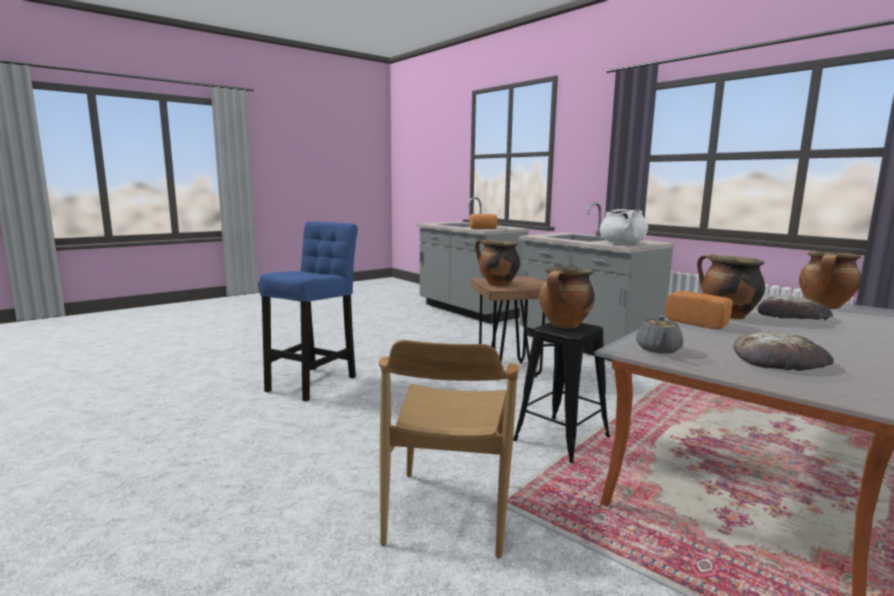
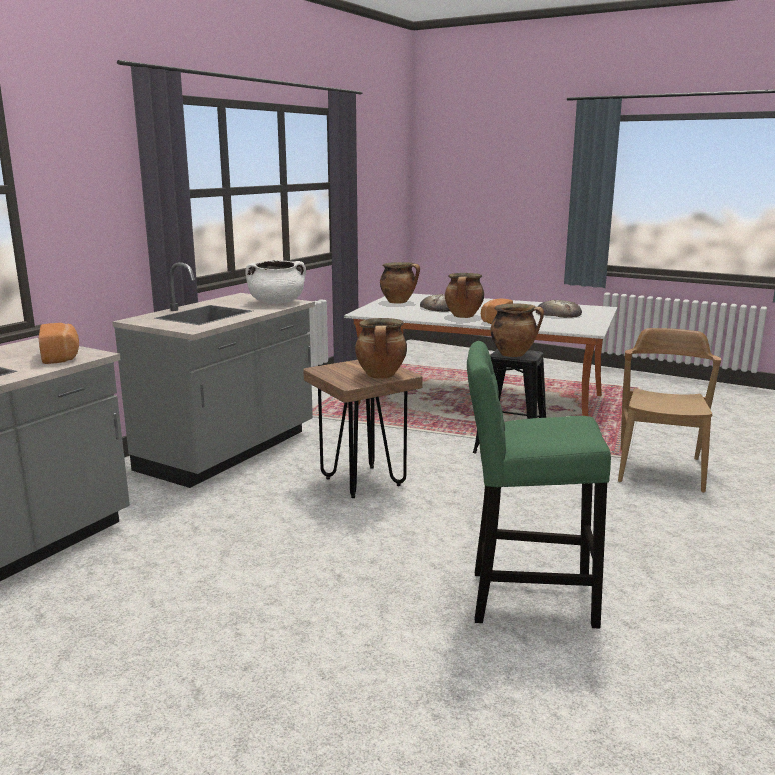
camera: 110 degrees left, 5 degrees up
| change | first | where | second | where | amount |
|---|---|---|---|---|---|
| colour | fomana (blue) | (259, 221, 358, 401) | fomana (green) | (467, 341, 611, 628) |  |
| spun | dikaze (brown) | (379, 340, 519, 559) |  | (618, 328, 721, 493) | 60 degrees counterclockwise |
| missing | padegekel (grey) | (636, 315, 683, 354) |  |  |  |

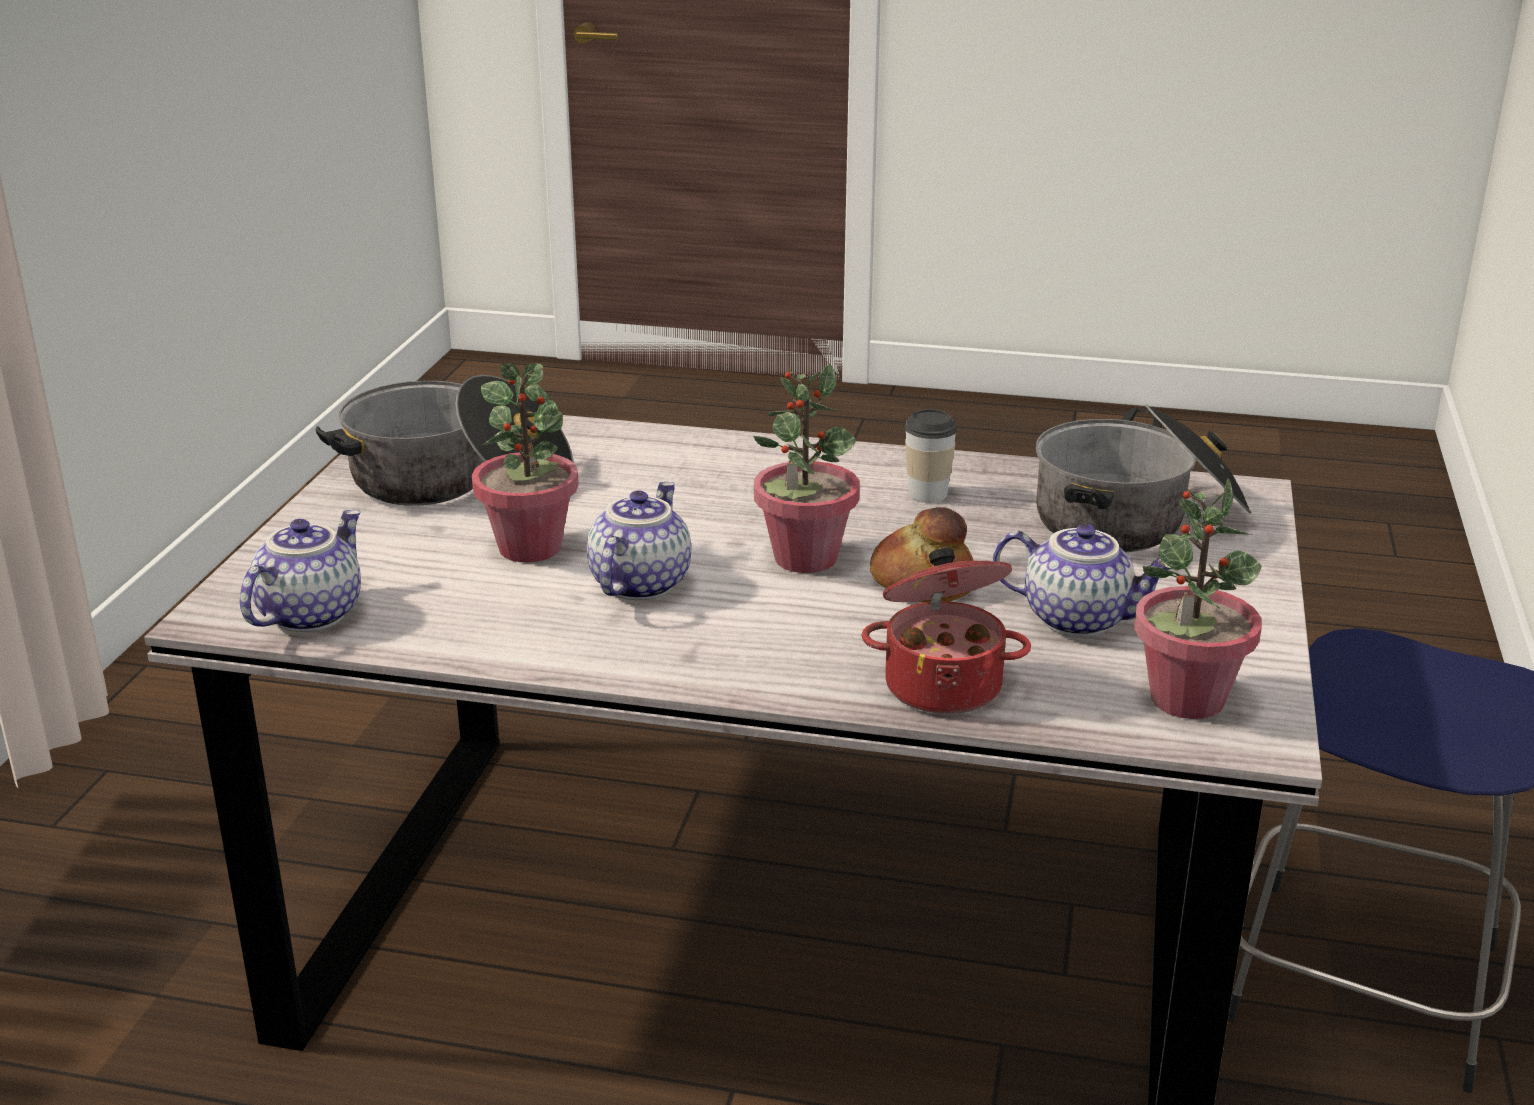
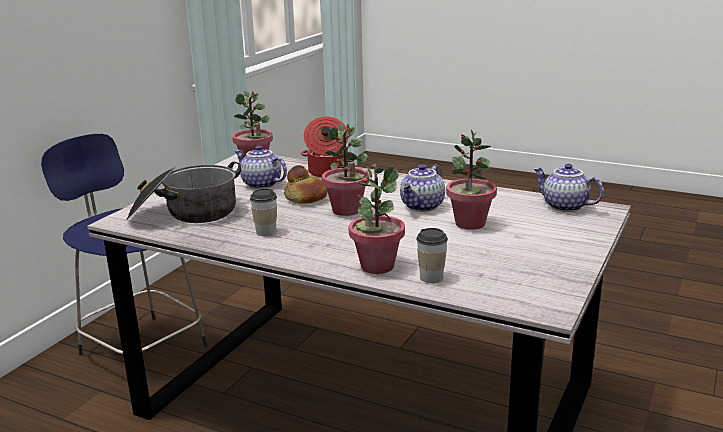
camera: 165 degrees left, 5 degrees down
| change | first | where | second | where | amount |
|---|---|---|---|---|---|
| spun | padegekel | (240, 510, 361, 632) |  | (533, 164, 604, 212) | 90 degrees clockwise |
| missing | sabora | (315, 375, 574, 506) |  |  |  |
| appeared |  |  | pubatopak | (349, 164, 405, 274) |  |
| appeared |  |  | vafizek | (416, 228, 448, 283) |  |

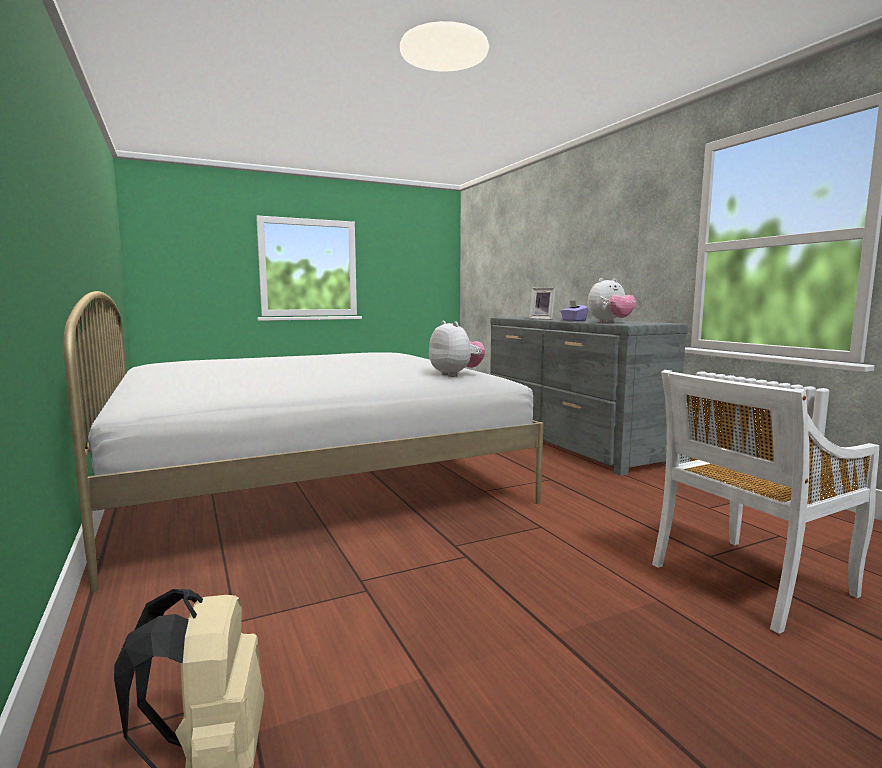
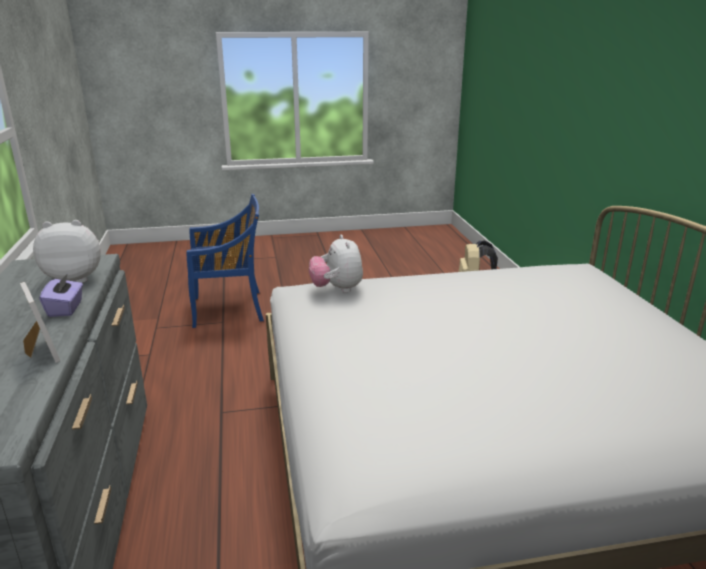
camera: 165 degrees left, 15 degrees up
| change | first | where | second | where | amount |
|---|---|---|---|---|---|
| colour | dikaze (white) | (652, 370, 879, 634) | dikaze (blue) | (187, 194, 264, 328) |  |

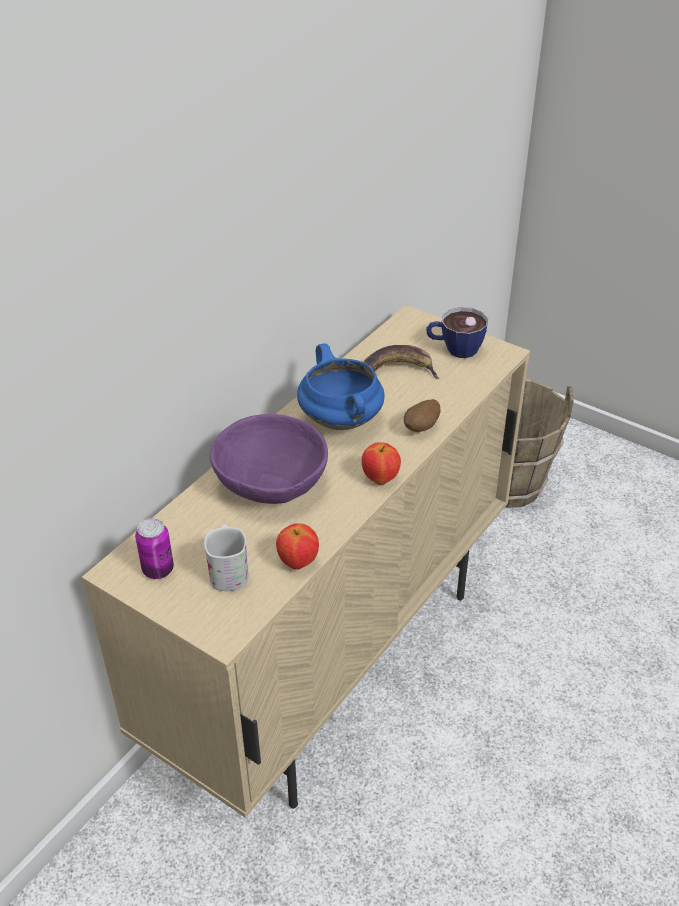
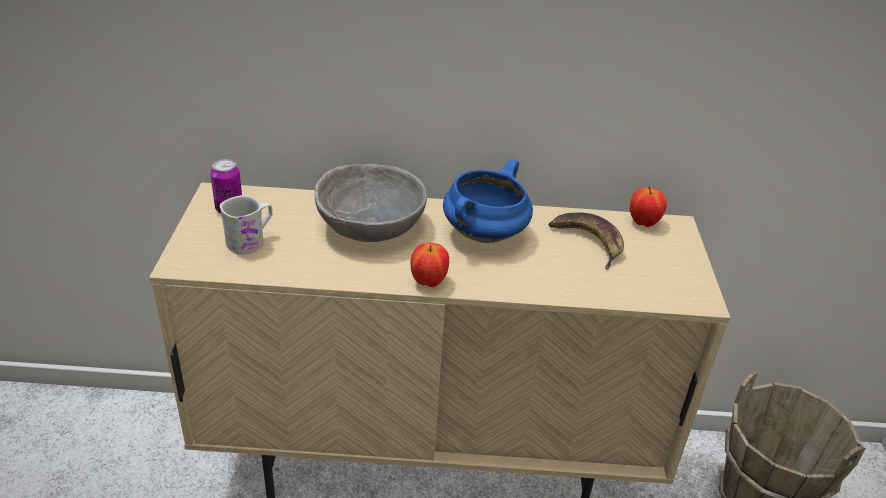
camera: 55 degrees right, 5 degrees down
| change | first | where | second | where | amount |
|---|---|---|---|---|---|
| colour | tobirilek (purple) | (210, 414, 328, 504) | tobirilek (grey) | (315, 164, 427, 242) |  |
| relocated | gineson | (276, 523, 319, 570) |  | (630, 187, 667, 227) |  |
| missing | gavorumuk | (404, 399, 440, 432) |  |  |  |
| missing | vafizek | (426, 307, 488, 358) |  |  |  |

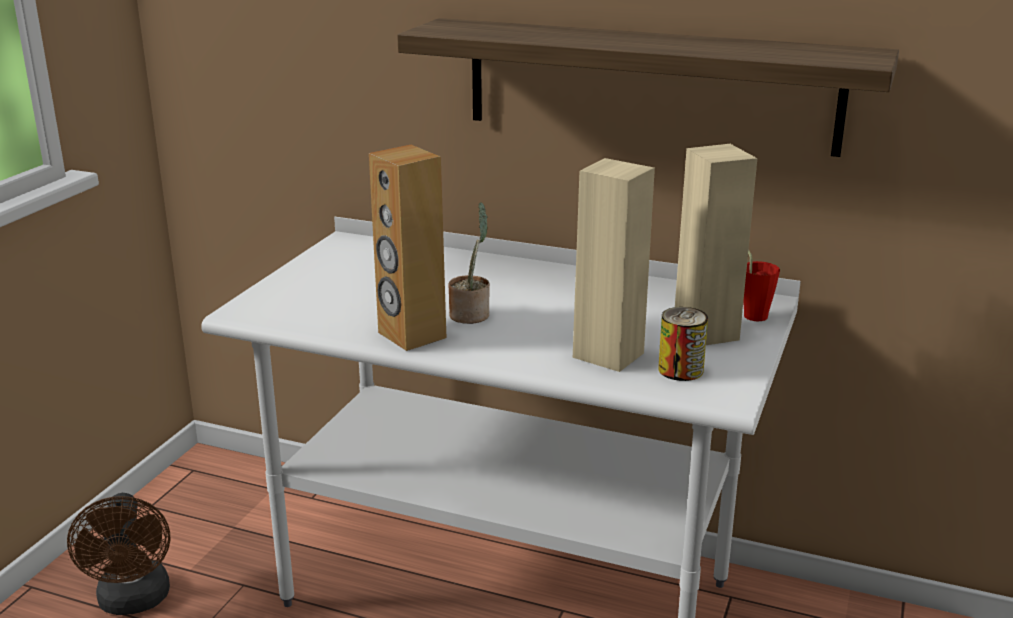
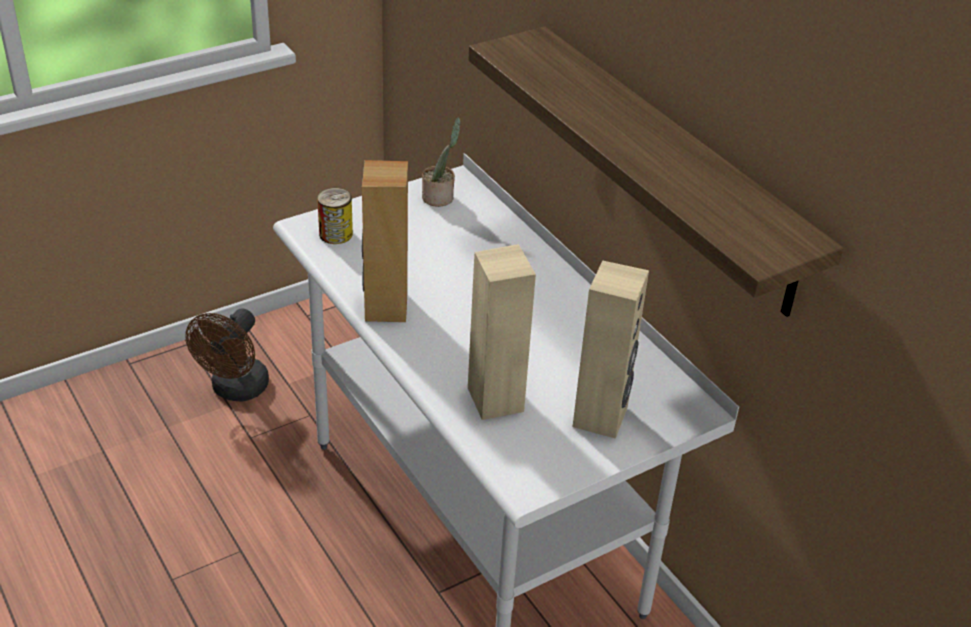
camera: 35 degrees right, 15 degrees up
| change | first | where | second | where | amount |
|---|---|---|---|---|---|
| relocated | pubatopak | (448, 202, 490, 324) |  | (422, 117, 461, 207) |  |
| relocated | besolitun | (658, 307, 708, 381) |  | (317, 188, 353, 244) |  |
| missing | vafizek (red) | (743, 250, 780, 321) |  |  |  |

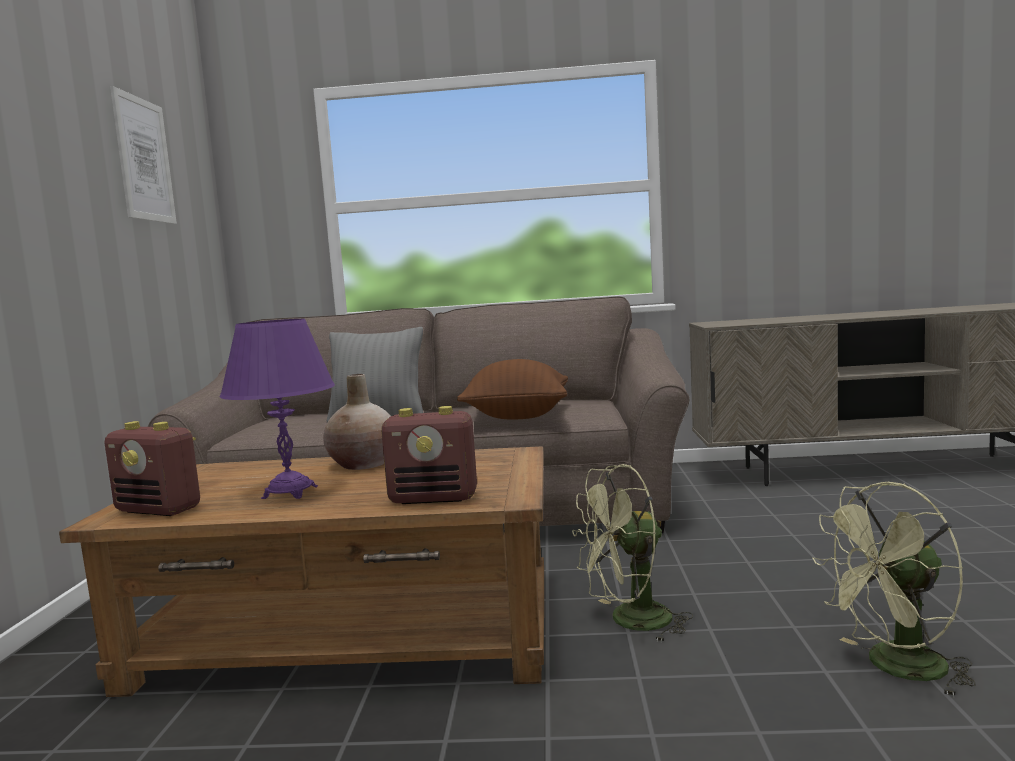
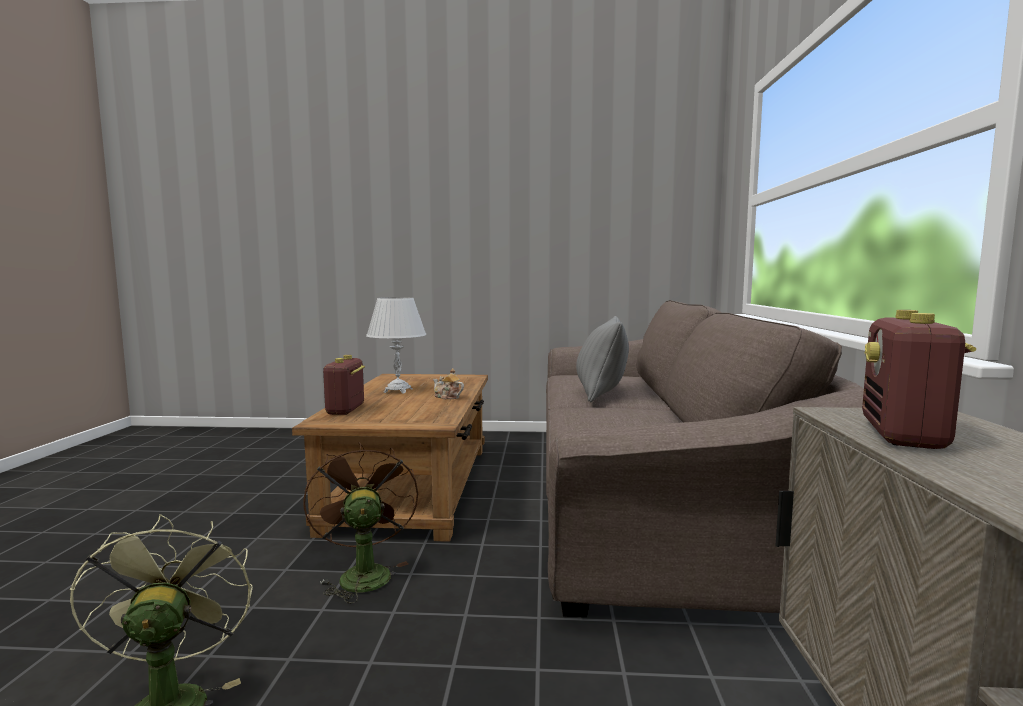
camera: 90 degrees right, 0 degrees up
| change | first | where | second | where | amount |
|---|---|---|---|---|---|
| relocated | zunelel | (105, 421, 200, 516) |  | (862, 310, 976, 449) |  |
| missing | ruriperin | (110, 86, 177, 224) |  |  |  |
| colour | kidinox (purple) | (220, 319, 335, 499) | kidinox (white) | (366, 297, 427, 394) |  |
| exchanged | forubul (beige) | (323, 374, 390, 470) | padegekel | (433, 368, 464, 400) |  |
| missing | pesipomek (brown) | (457, 359, 568, 419) |  |  |  |
| colour | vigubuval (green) | (572, 464, 693, 643) | vigubuval (brown) | (303, 442, 418, 603) |  |

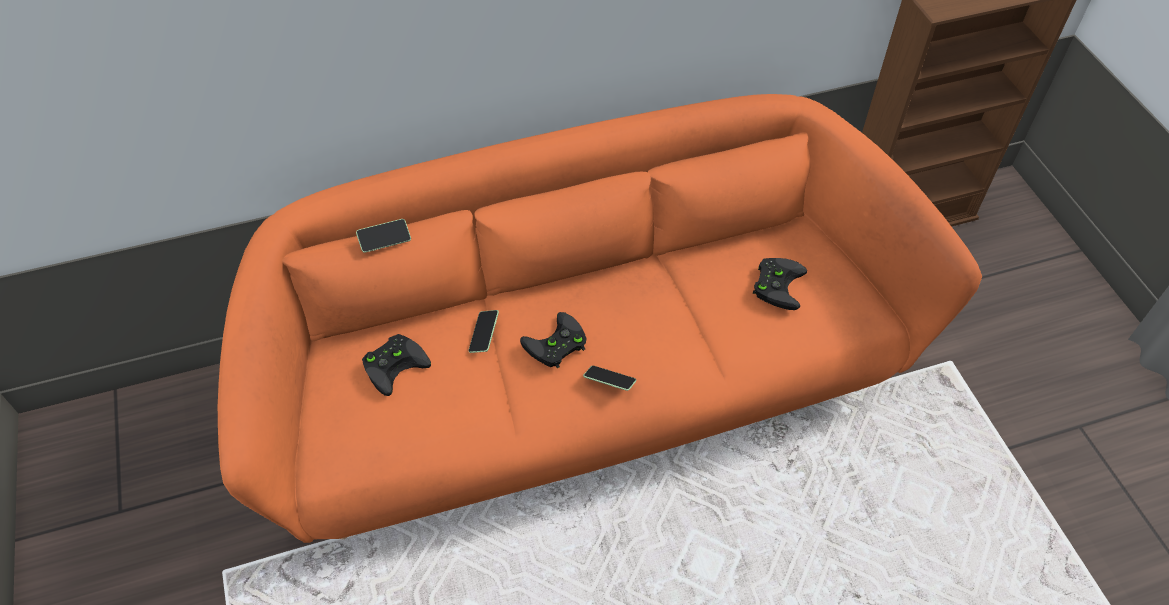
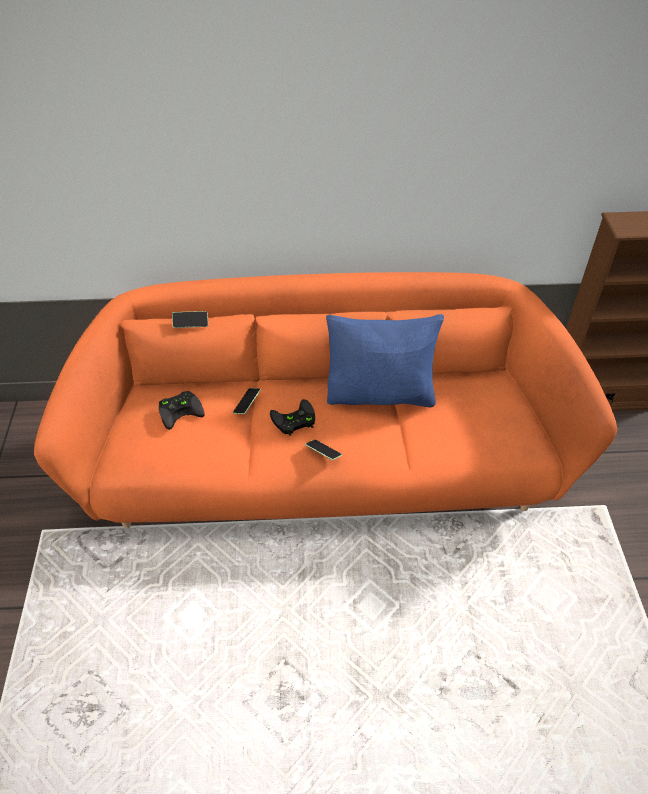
camera: 15 degrees right, 5 degrees down
| change | first | where | second | where | amount |
|---|---|---|---|---|---|
| missing | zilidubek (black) | (753, 258, 807, 310) |  |  |  |
| appeared |  |  | pesipomek (blue) | (326, 314, 444, 407) |  |

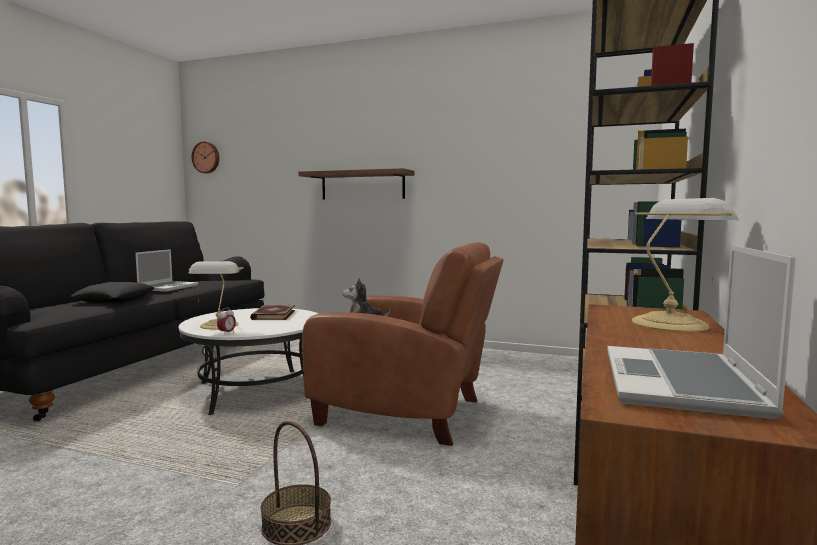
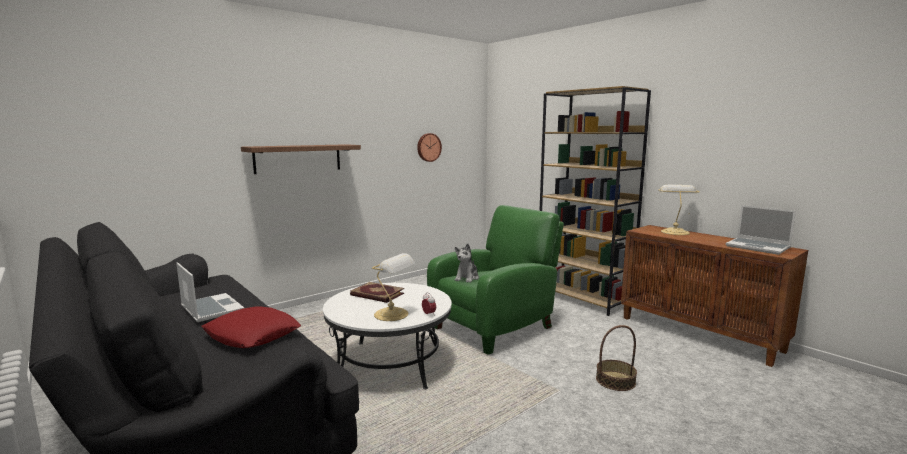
camera: 60 degrees left, 5 degrees up
| change | first | where | second | where | amount |
|---|---|---|---|---|---|
| colour | pesipomek (black) | (70, 282, 154, 303) | pesipomek (red) | (202, 306, 301, 348) |  |
| relocated | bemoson | (191, 141, 219, 174) |  | (417, 133, 442, 162) |  |
| colour | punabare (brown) | (302, 242, 504, 446) | punabare (green) | (427, 205, 564, 355) |  |

